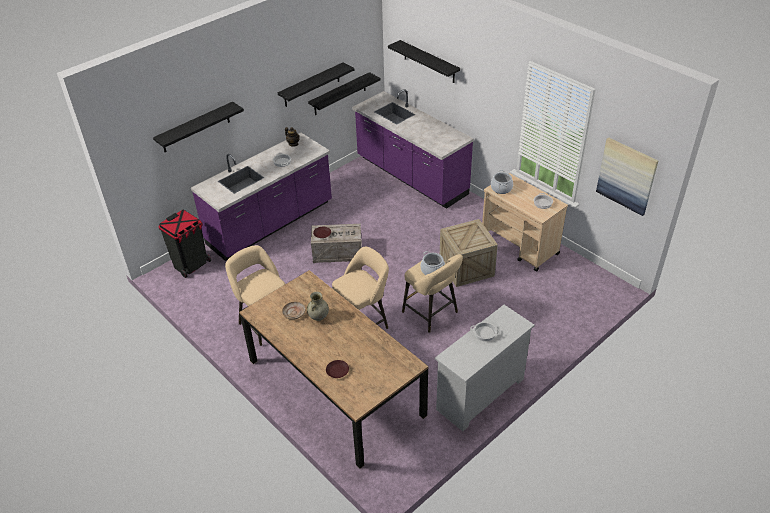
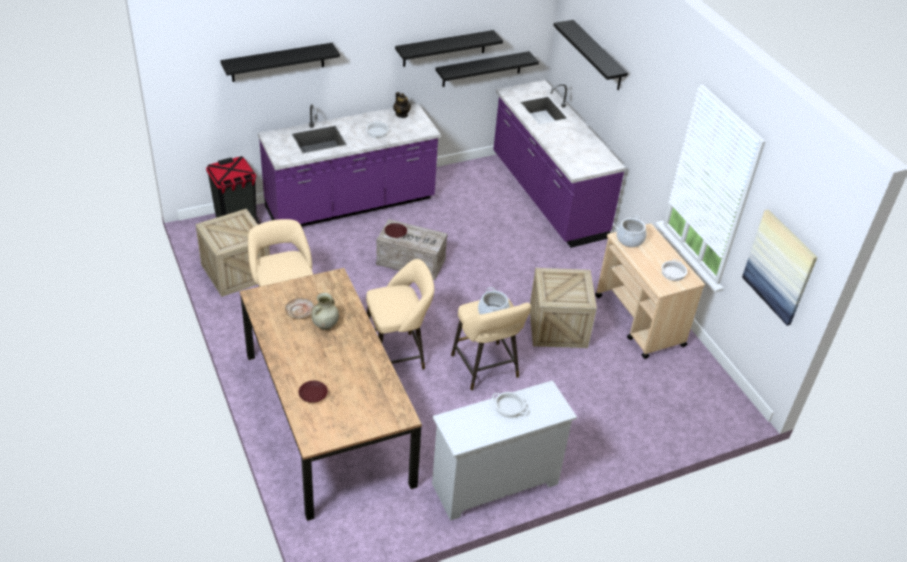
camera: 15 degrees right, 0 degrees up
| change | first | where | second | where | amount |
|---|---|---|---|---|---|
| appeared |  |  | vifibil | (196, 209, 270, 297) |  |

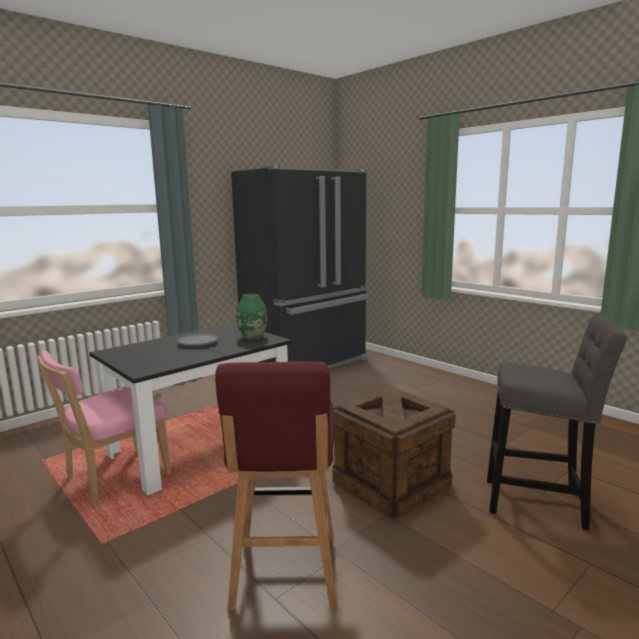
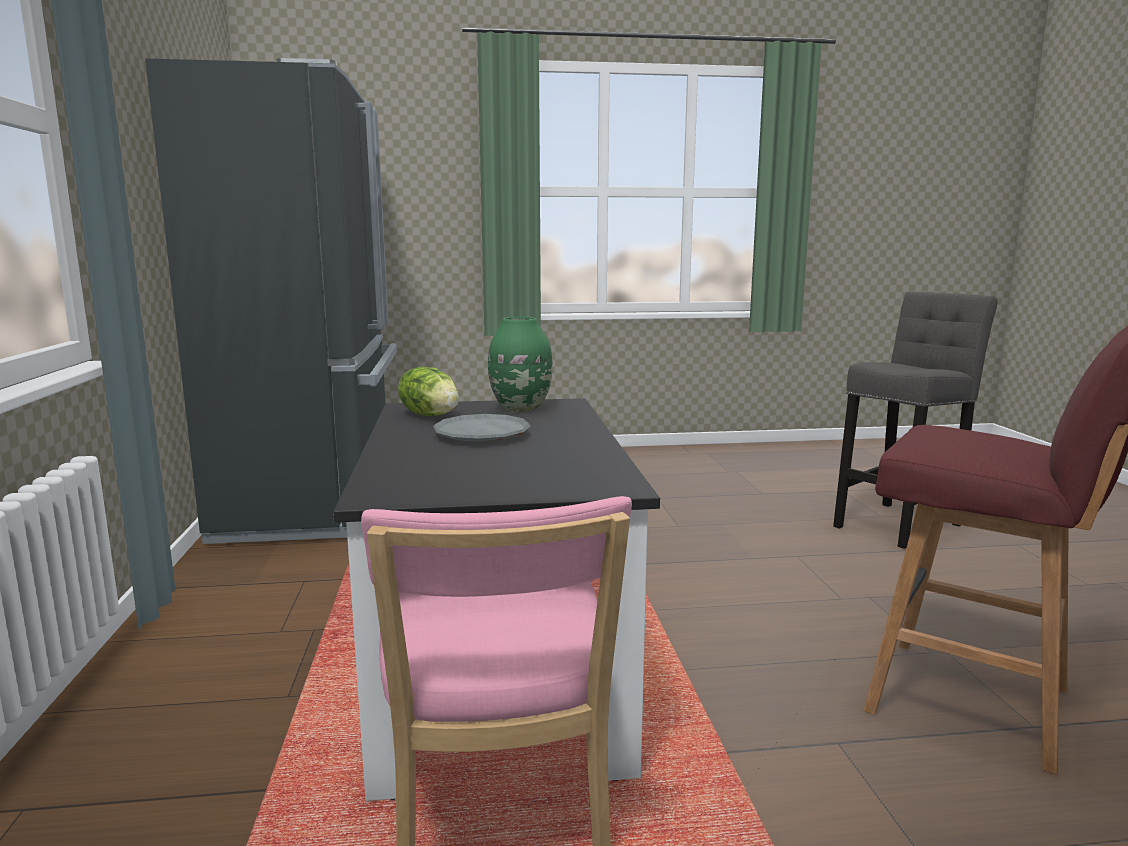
camera: 55 degrees left, 0 degrees up
| change | first | where | second | where | amount |
|---|---|---|---|---|---|
| missing | vifibil | (332, 387, 456, 518) |  |  |  |
| appeared |  |  | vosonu | (398, 367, 459, 416) |  |

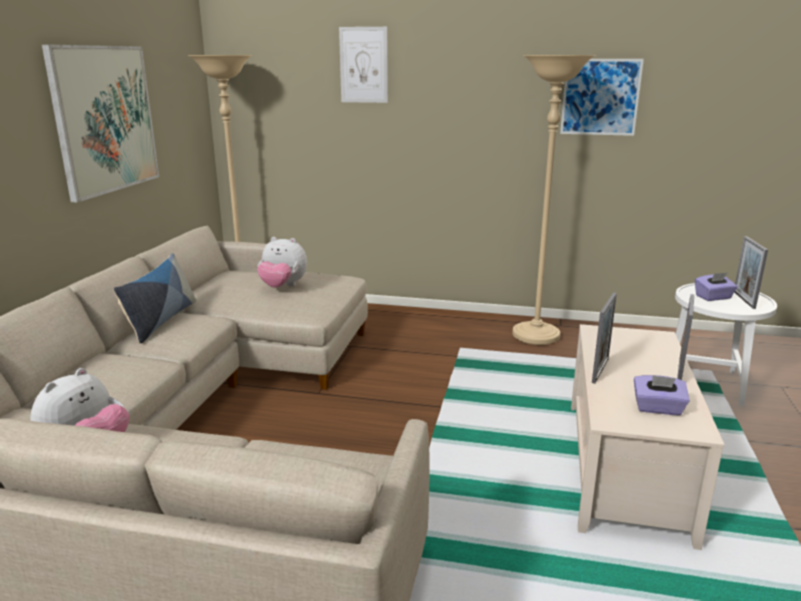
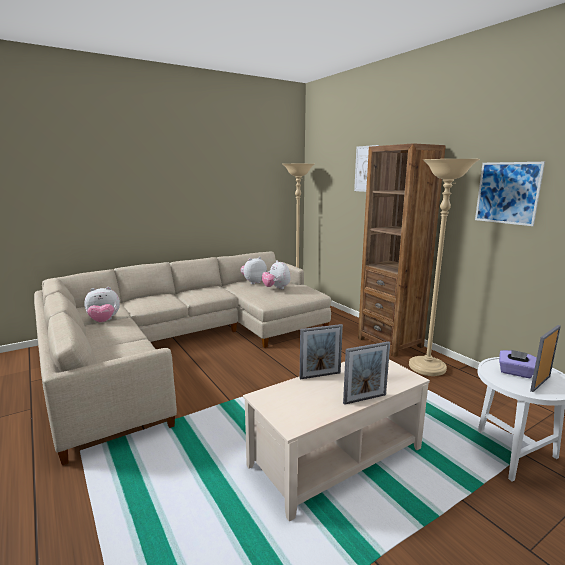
camera: 45 degrees right, 5 degrees down
| change | first | where | second | where | amount |
|---|---|---|---|---|---|
| missing | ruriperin | (42, 44, 159, 202) |  |  |  |
| missing | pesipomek | (113, 253, 196, 344) |  |  |  |
| missing | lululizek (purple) | (634, 375, 690, 415) |  |  |  |
| appeared |  |  | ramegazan | (240, 257, 267, 284) |  |
| appeared |  |  | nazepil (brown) | (358, 143, 446, 357) |  |

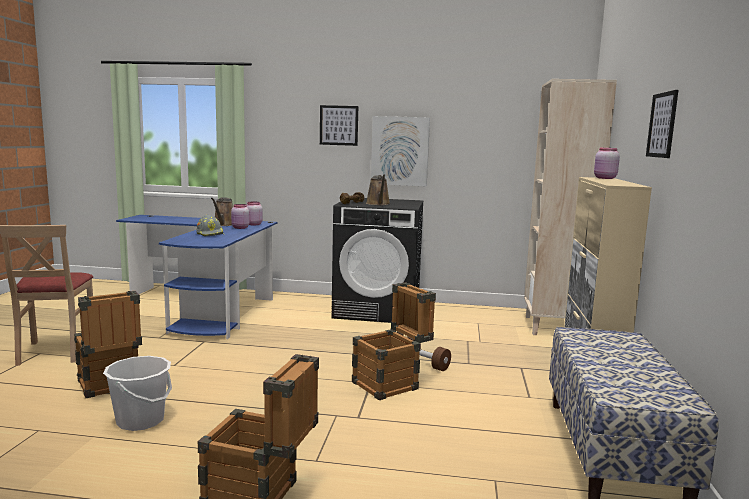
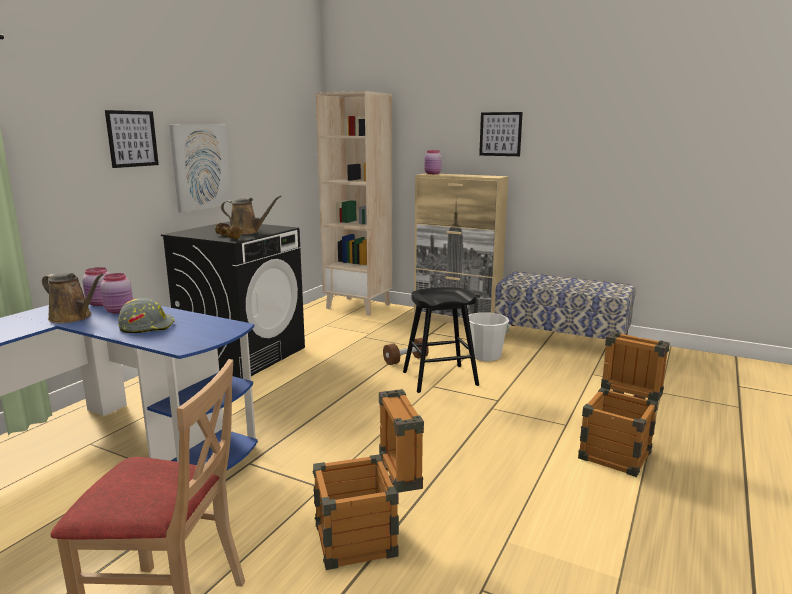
camera: 70 degrees left, 5 degrees up
| change | first | where | second | where | amount |
|---|---|---|---|---|---|
| relocated | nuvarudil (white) | (103, 356, 172, 431) |  | (468, 312, 510, 361) |  |
| exchanged | vifibil | (352, 282, 436, 400) | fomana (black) | (403, 287, 479, 393) |  |

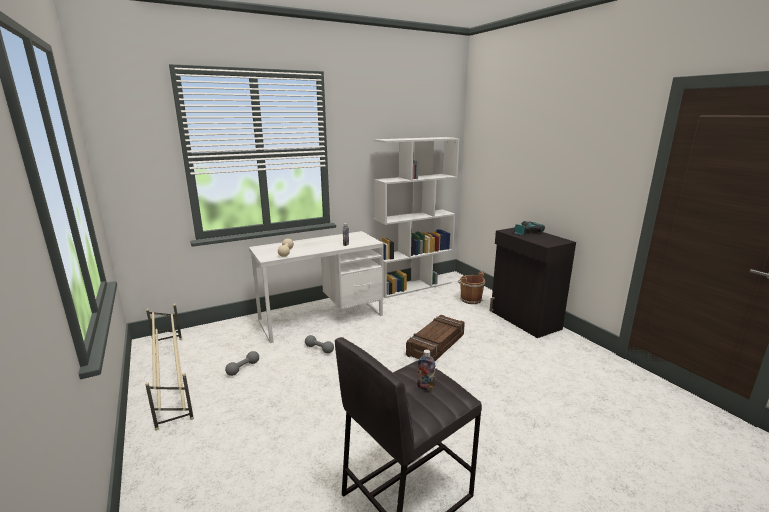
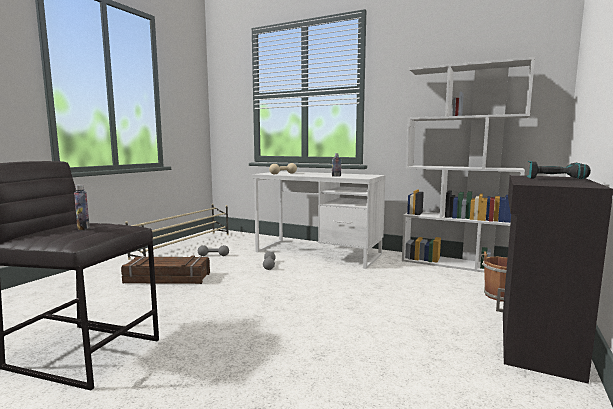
camera: 55 degrees right, 10 degrees down
| change | first | where | second | where | amount |
|---|---|---|---|---|---|
| relocated | vifibil | (406, 315, 465, 361) |  | (121, 255, 210, 284) |  |

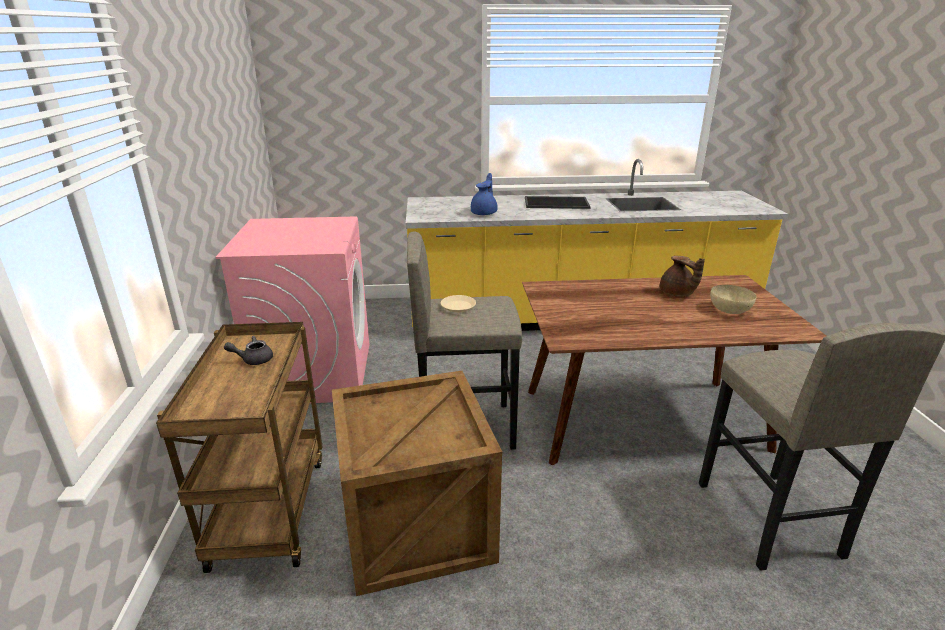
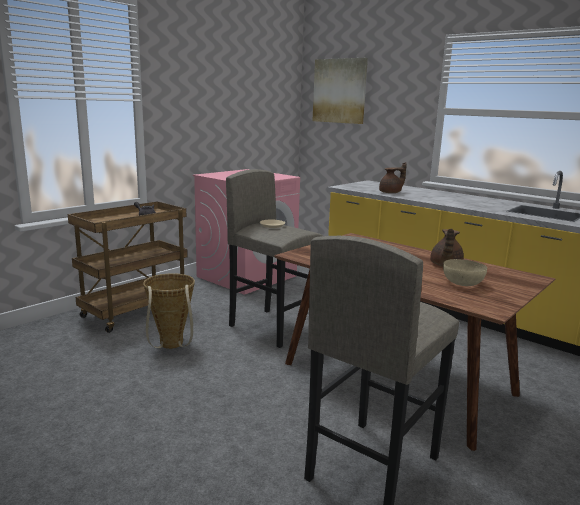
camera: 45 degrees right, 10 degrees down
| change | first | where | second | where | amount |
|---|---|---|---|---|---|
| exchanged | vifibil | (332, 371, 502, 596) | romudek | (143, 273, 195, 349) |  |
| colour | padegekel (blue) | (471, 173, 498, 215) | padegekel (brown) | (379, 162, 407, 193) |  |
| missing | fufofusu | (525, 196, 591, 209) |  |  |  |
| appeared |  |  | ruriperin | (312, 58, 368, 124) |  |

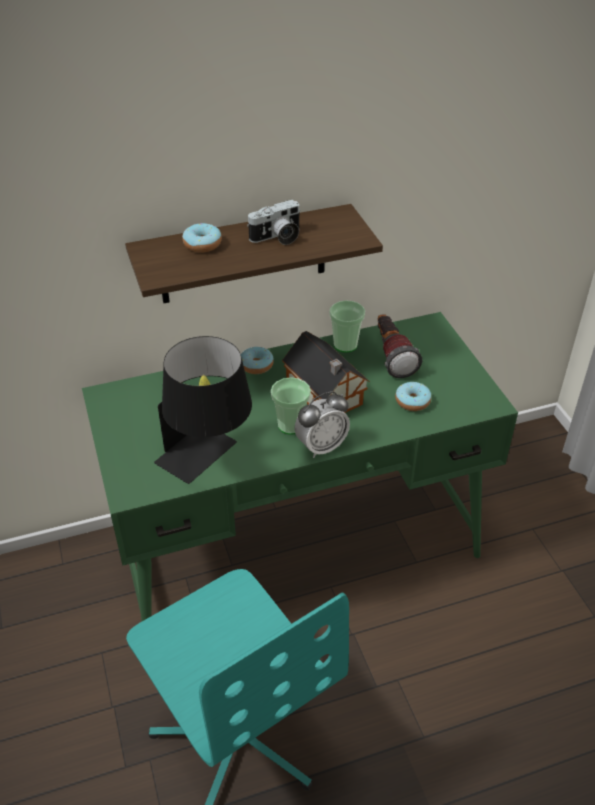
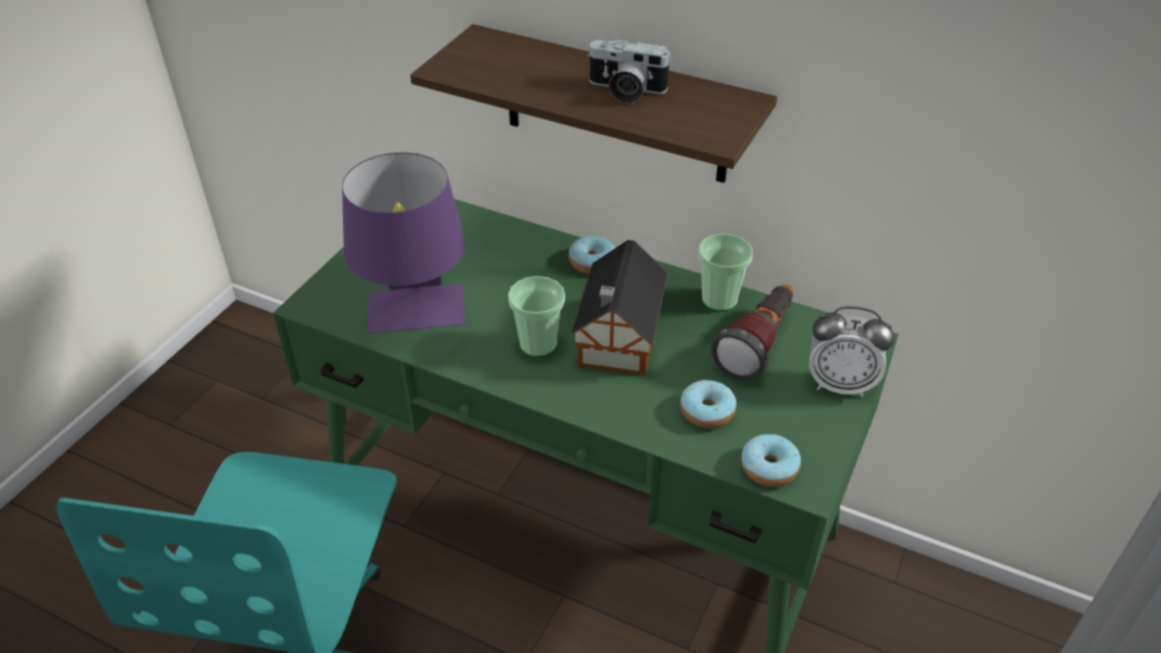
camera: 45 degrees right, 0 degrees up
| change | first | where | second | where | amount |
|---|---|---|---|---|---|
| colour | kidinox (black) | (154, 336, 252, 484) | kidinox (purple) | (342, 152, 466, 333) |  |
| relocated | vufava | (182, 223, 222, 252) |  | (741, 434, 801, 487) |  |
| relocated | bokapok | (294, 391, 350, 458) |  | (809, 306, 895, 397) |  |

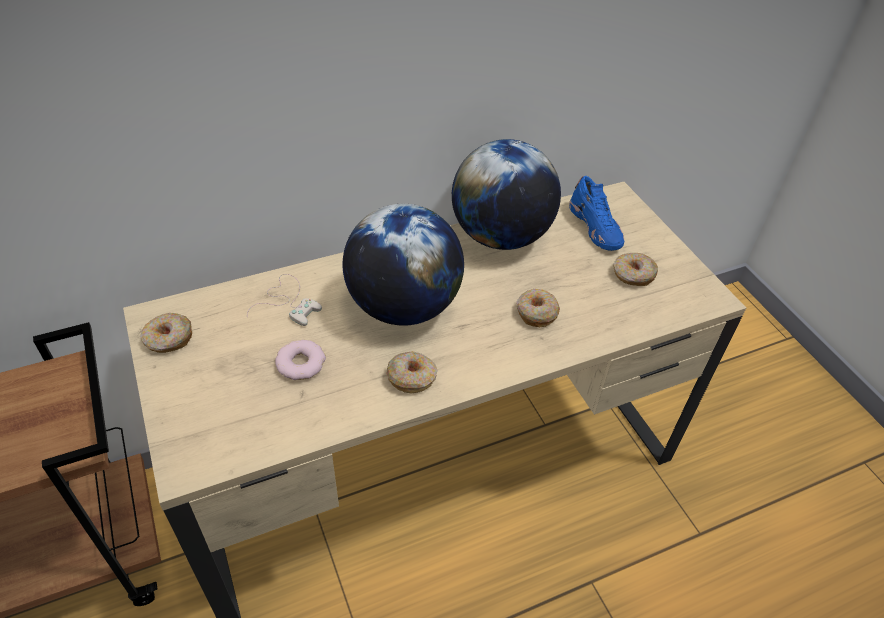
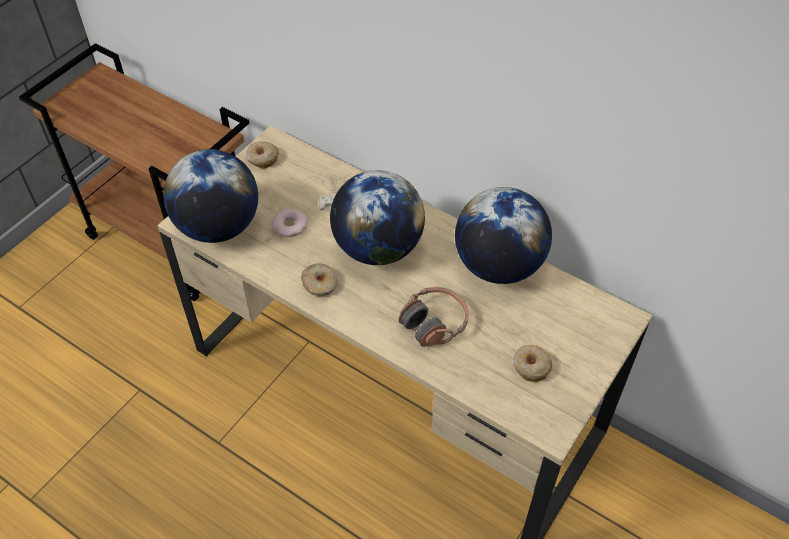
camera: 60 degrees right, 5 degrees up
| change | first | where | second | where | amount |
|---|---|---|---|---|---|
| exchanged | vufava | (516, 289, 560, 327) | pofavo | (399, 287, 469, 347) |  |
| missing | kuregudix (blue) | (569, 176, 624, 251) |  |  |  |
| appeared |  |  | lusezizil | (163, 149, 258, 243) |  |

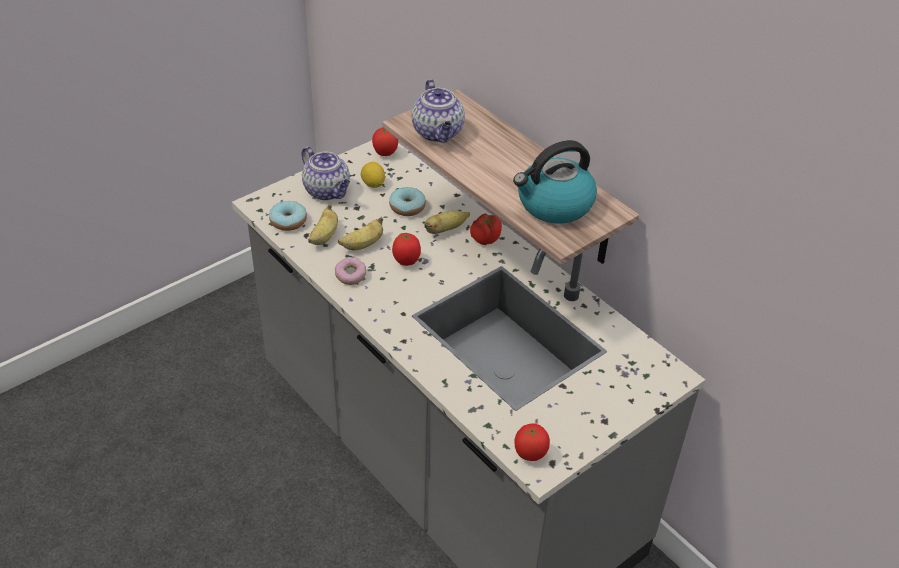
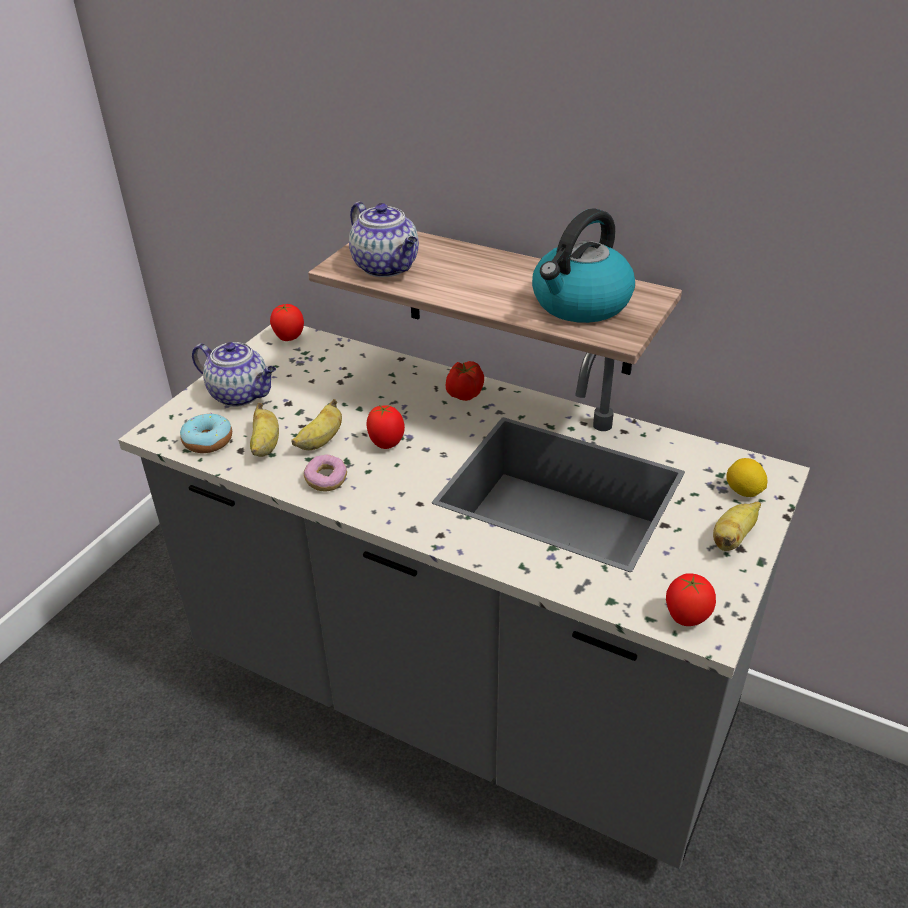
camera: 20 degrees left, 5 degrees down
| change | first | where | second | where | amount |
|---|---|---|---|---|---|
| relocated | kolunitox | (361, 162, 385, 188) |  | (726, 458, 767, 497) |  |
| missing | vufava | (389, 187, 426, 216) |  |  |  |
| relocated | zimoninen | (424, 210, 470, 234) |  | (713, 501, 761, 551) |  |

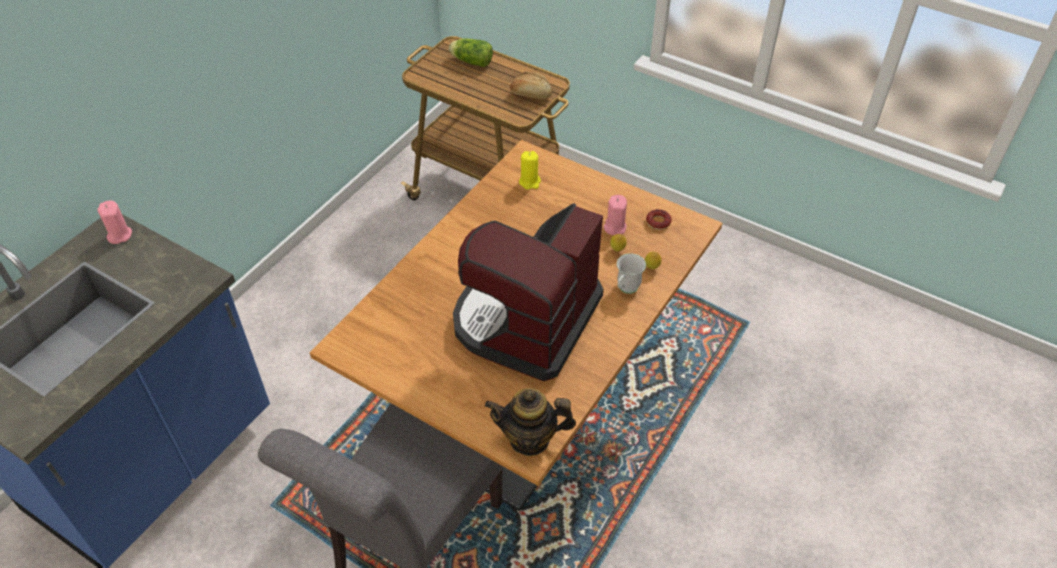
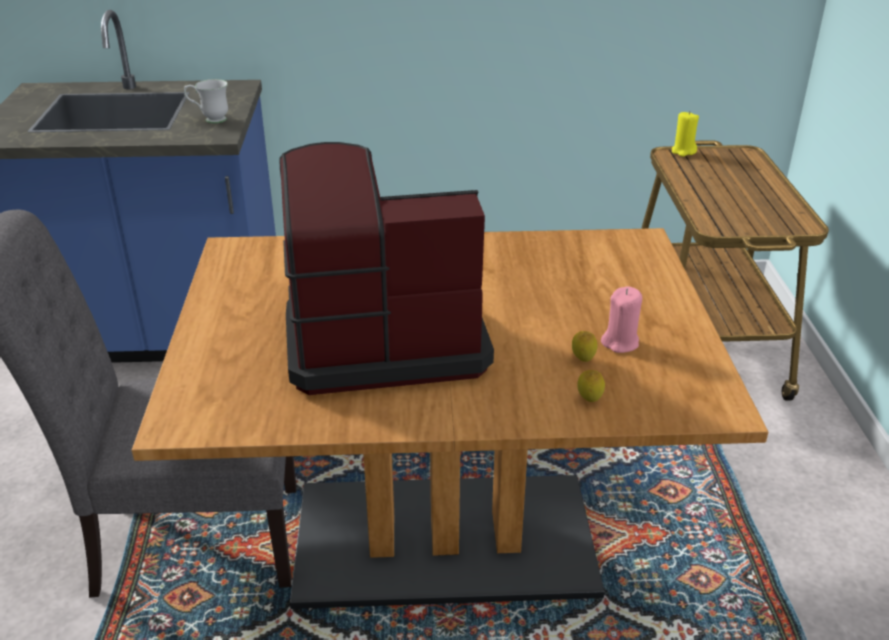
camera: 55 degrees right, 15 degrees down
| change | first | where | second | where | amount |
|---|---|---|---|---|---|
| missing | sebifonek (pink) | (98, 201, 132, 244) |  |  |  |
| missing | vosonu | (449, 39, 493, 67) |  |  |  |
| missing | padegekel | (485, 388, 576, 456) |  |  |  |
| missing | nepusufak | (510, 71, 552, 100) |  |  |  |
| relocated | sebifonek (yellow) | (519, 151, 541, 190) |  | (672, 111, 699, 157) |  |
| relocated | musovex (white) | (617, 253, 646, 294) |  | (184, 79, 228, 124) |  |
| missing | vufava | (646, 209, 671, 230) |  |  |  |

